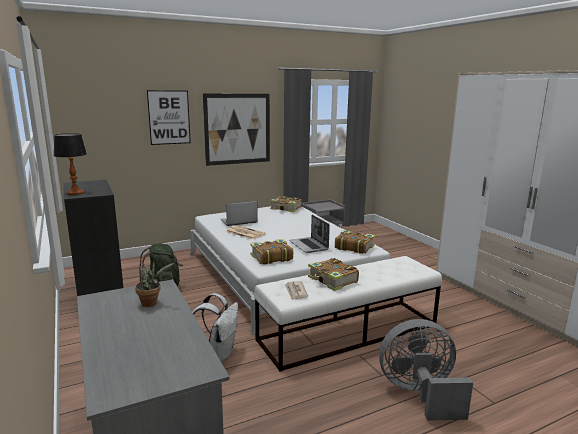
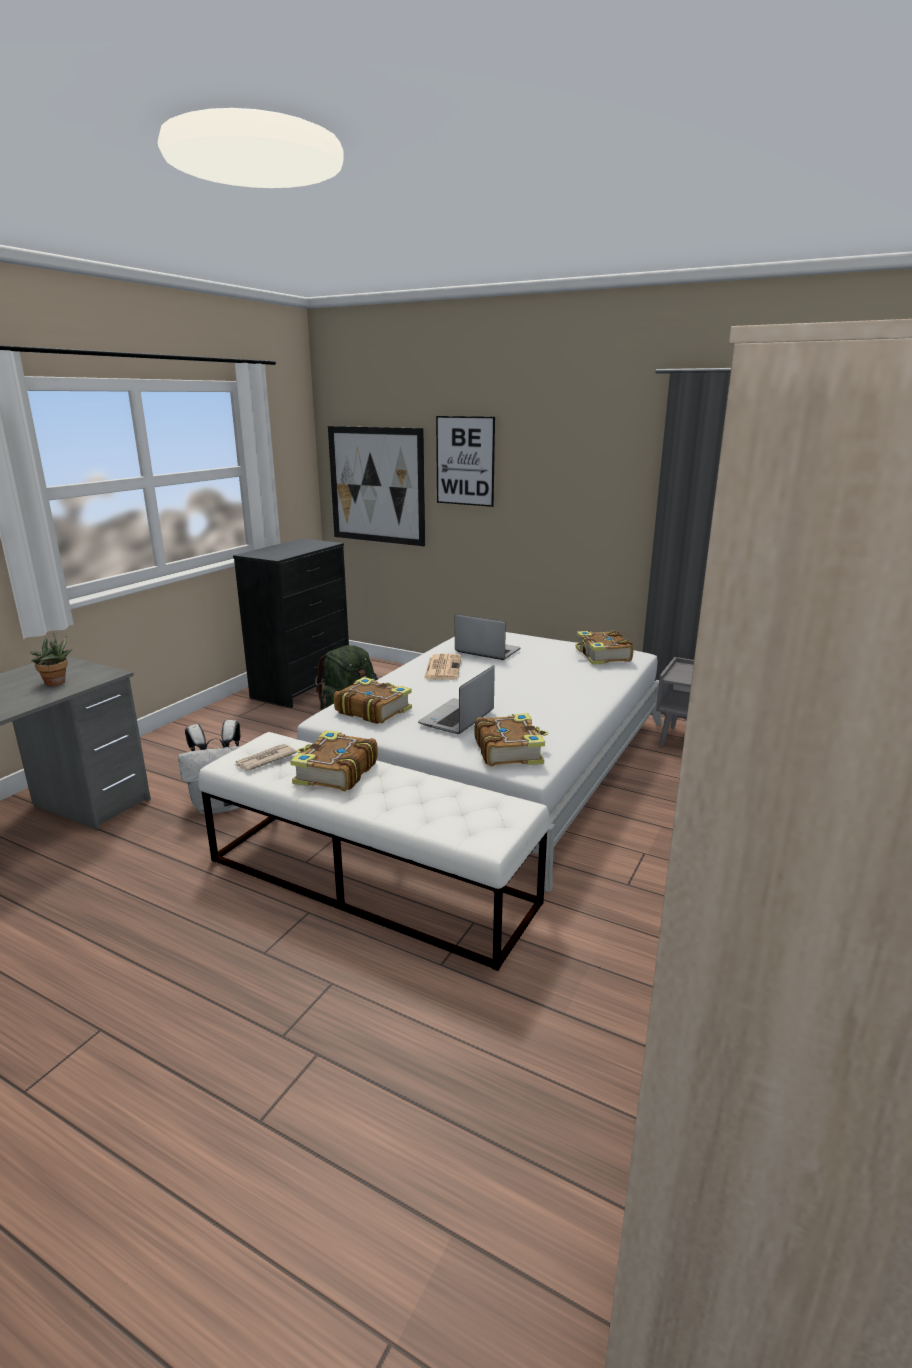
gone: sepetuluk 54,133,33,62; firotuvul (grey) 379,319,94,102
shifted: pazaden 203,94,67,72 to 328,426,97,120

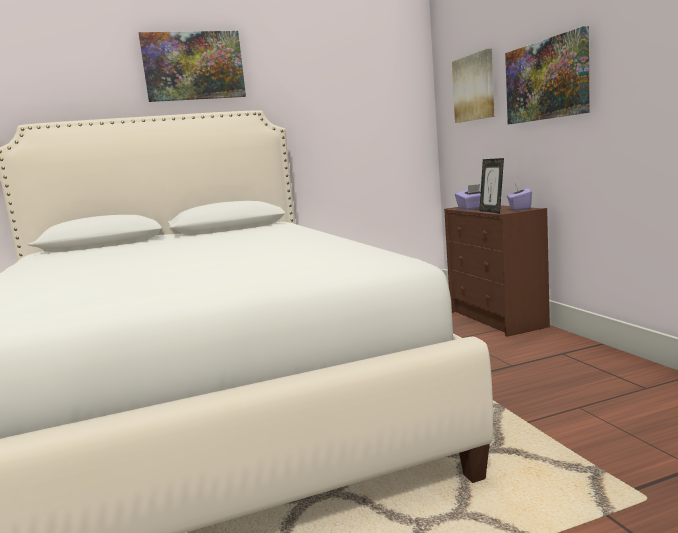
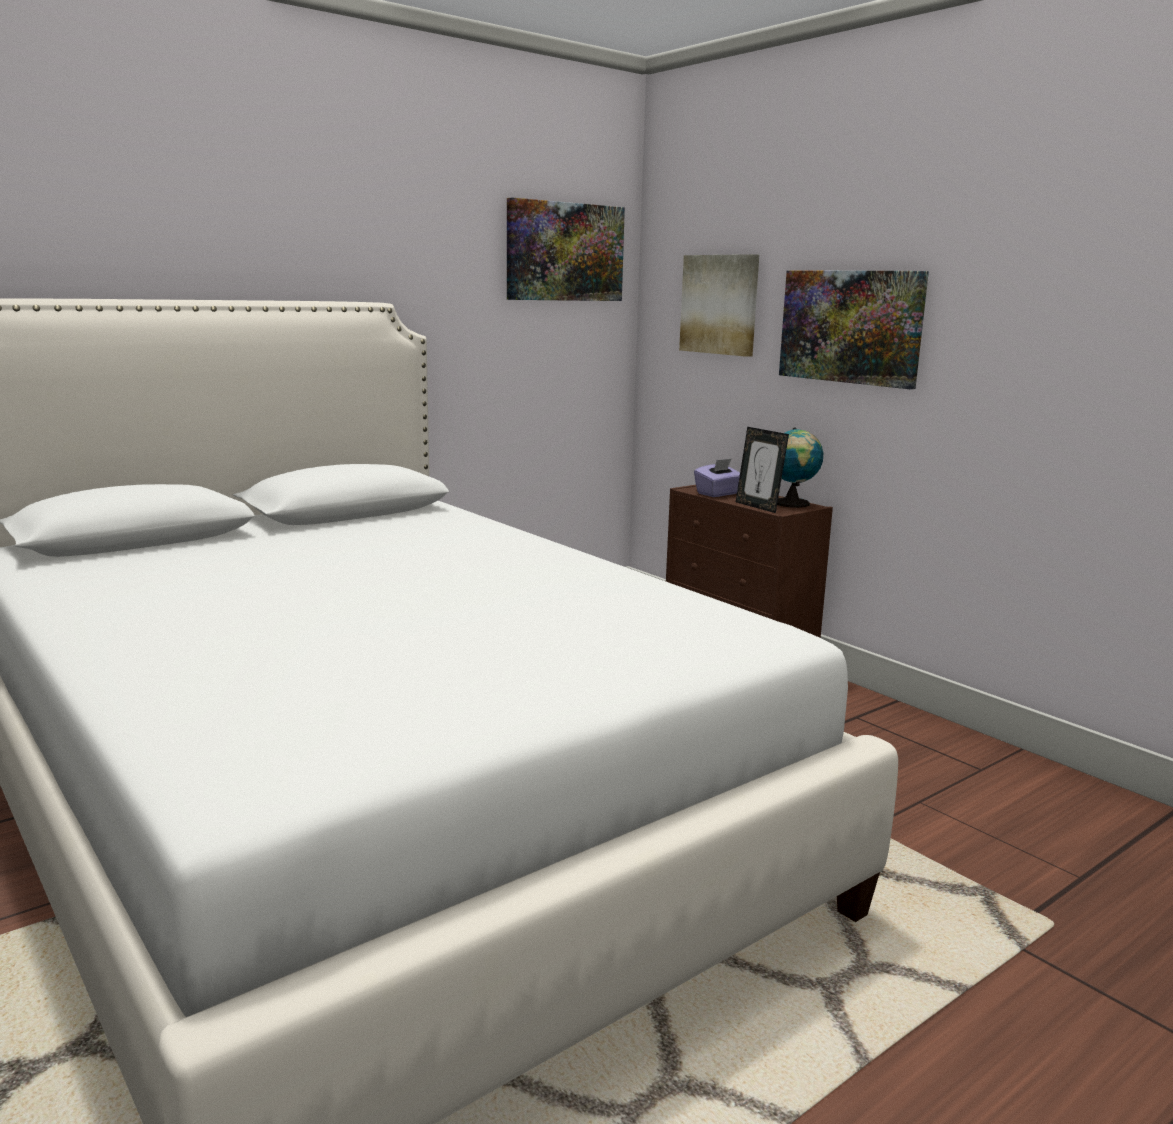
shifted: pazaden 139,31,107,71 to 507,198,118,103
swapped: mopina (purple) 507,184,25,27 to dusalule 777,427,46,81

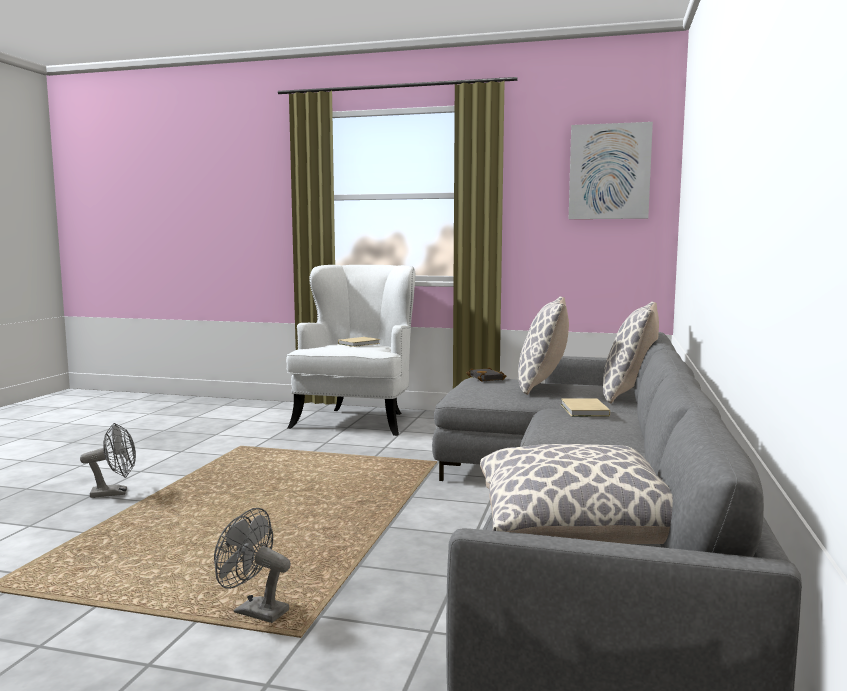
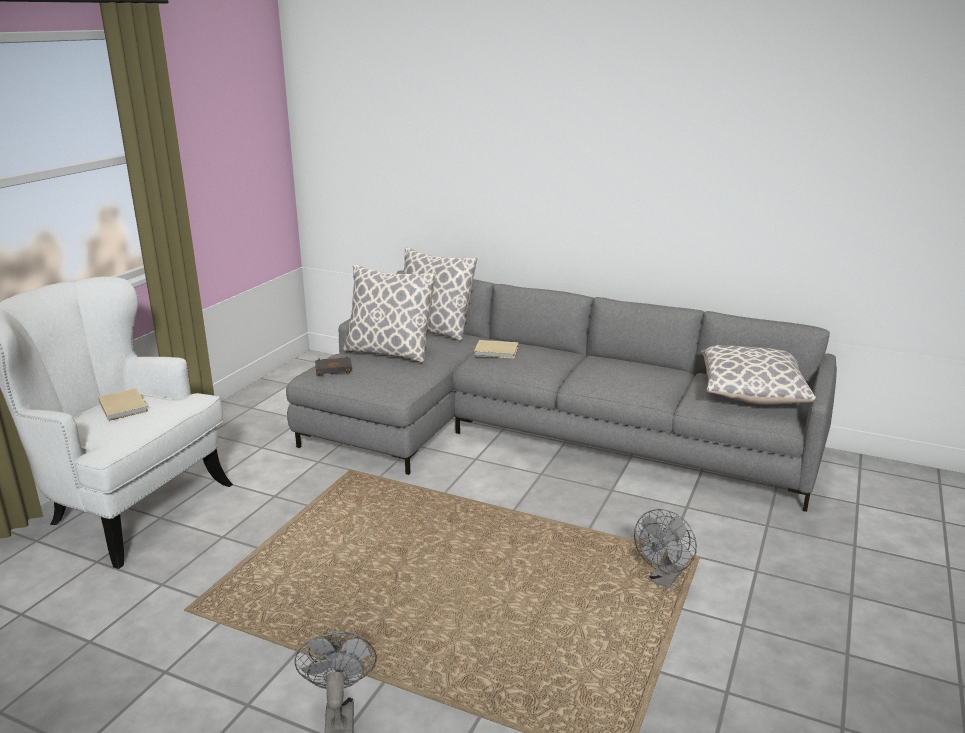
gone: pazaden 569,122,84,97

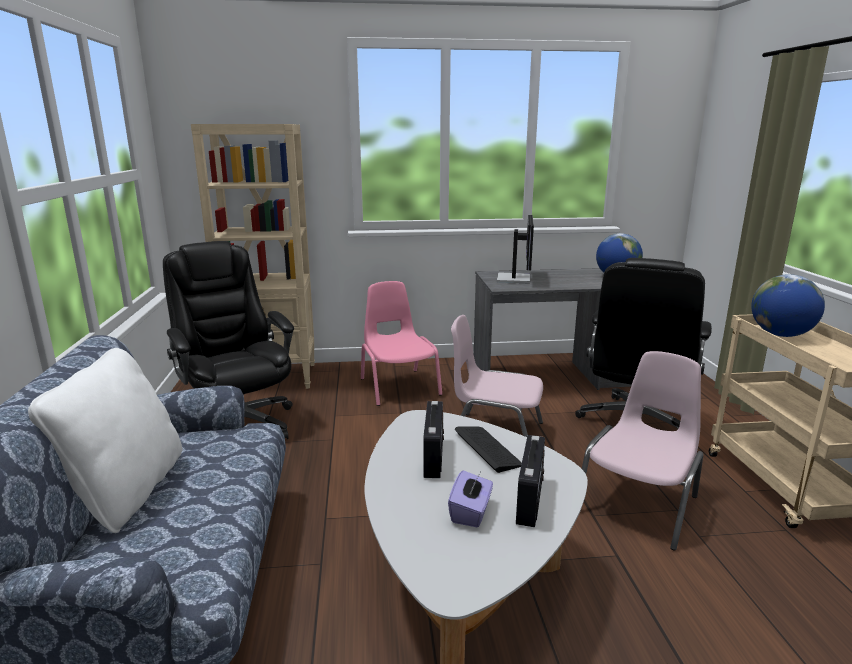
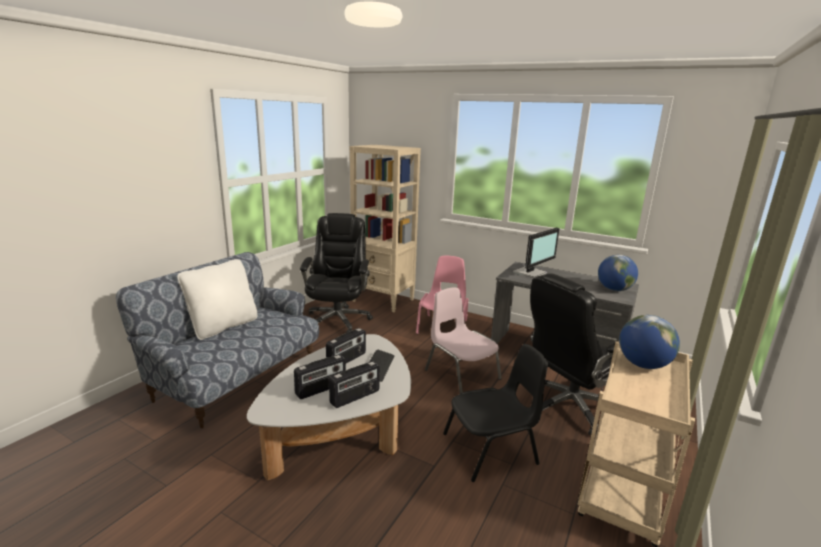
swapped: mopina (purple) 448,470,45,57 to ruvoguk 294,354,52,45
repainted: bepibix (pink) 582,351,121,200 to bepibix (black) 443,344,105,138

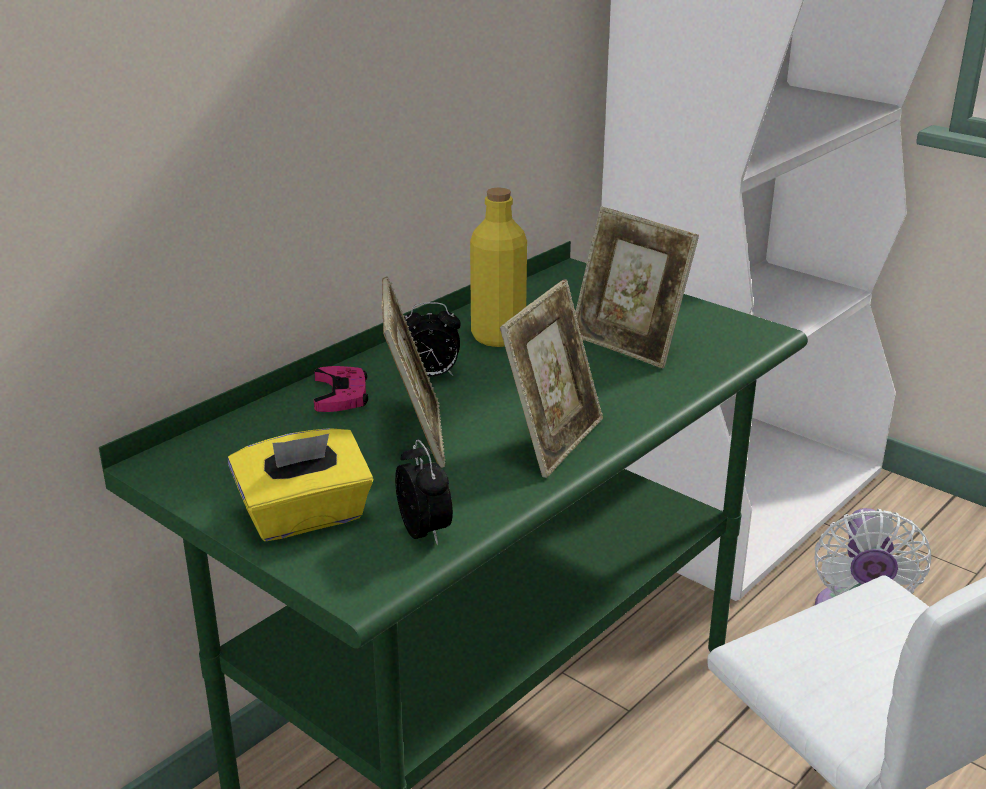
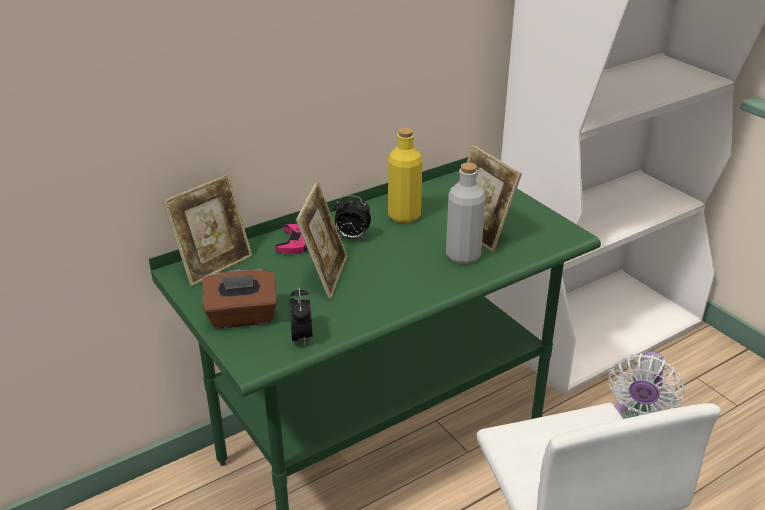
new: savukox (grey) 446,163,39,101
shifted: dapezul 500,279,103,199 to 163,174,89,112
repainted: mopina (yellow) 228,428,145,113 to mopina (brown) 202,269,75,59

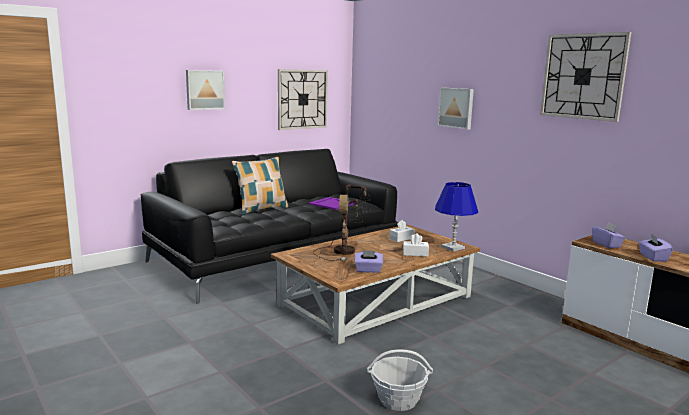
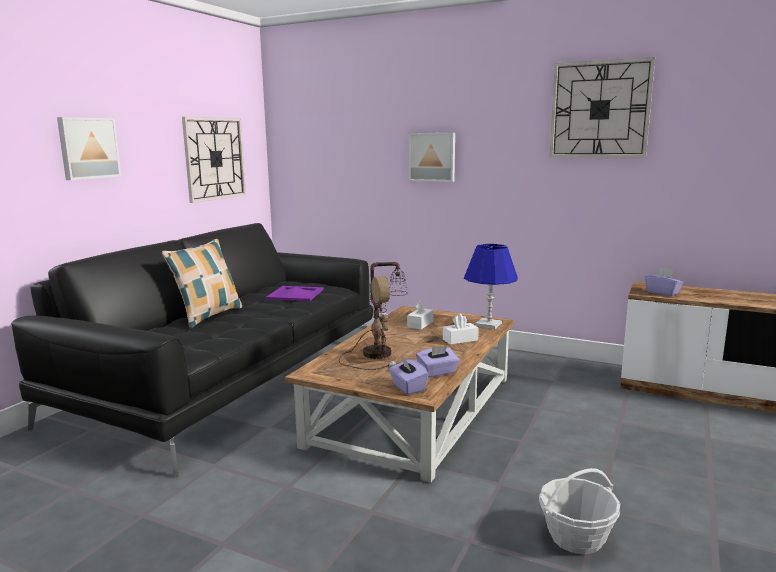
shifted: mopina (purple) 638,234,35,28 to 389,357,40,38

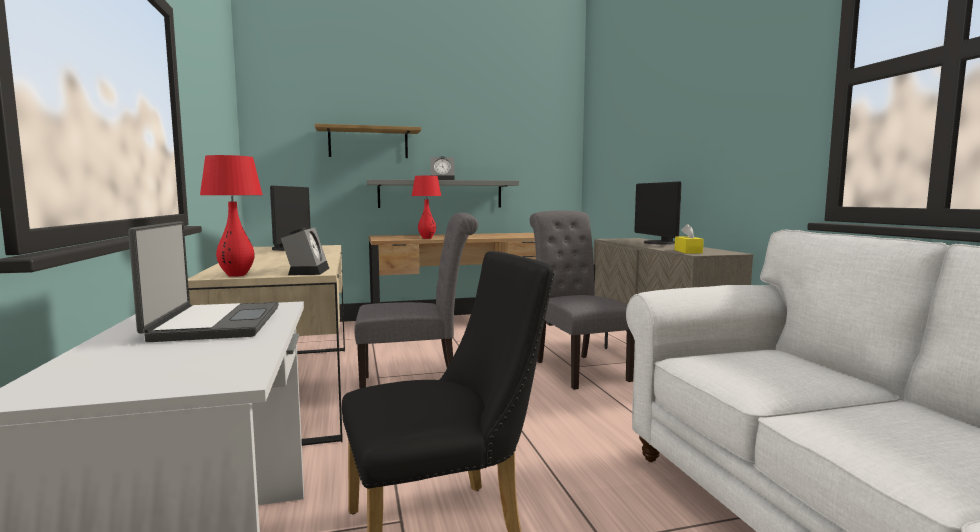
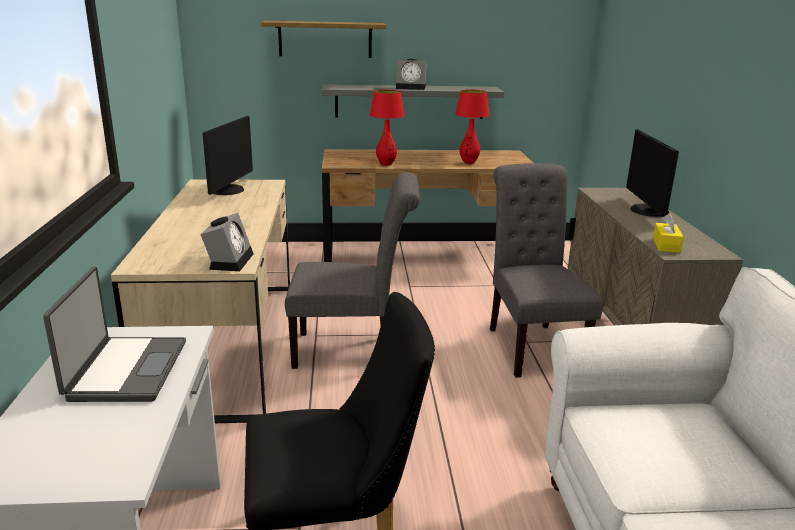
shifted: sepetuluk (red) 200,155,62,122 to 455,90,34,74

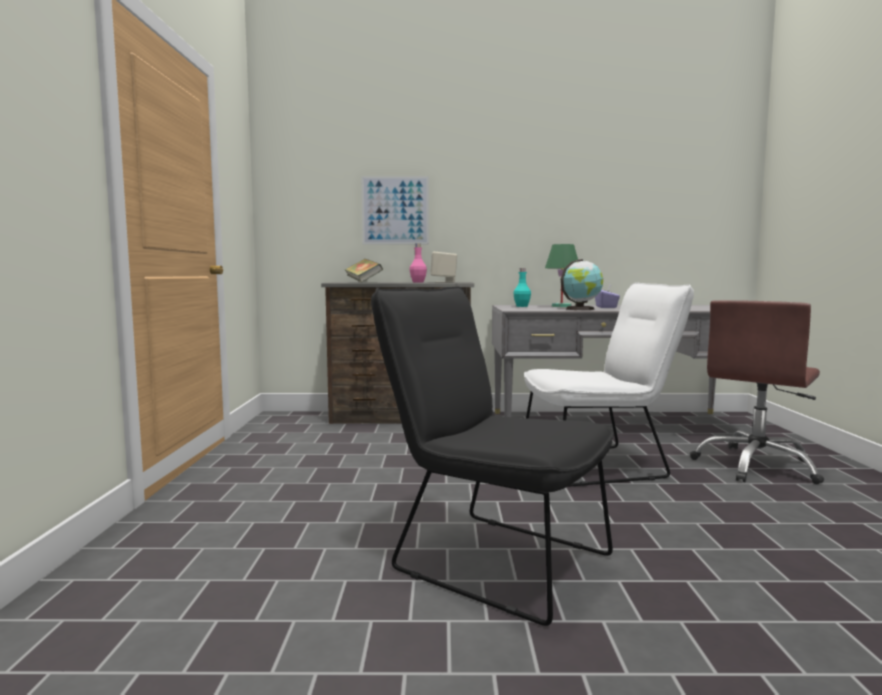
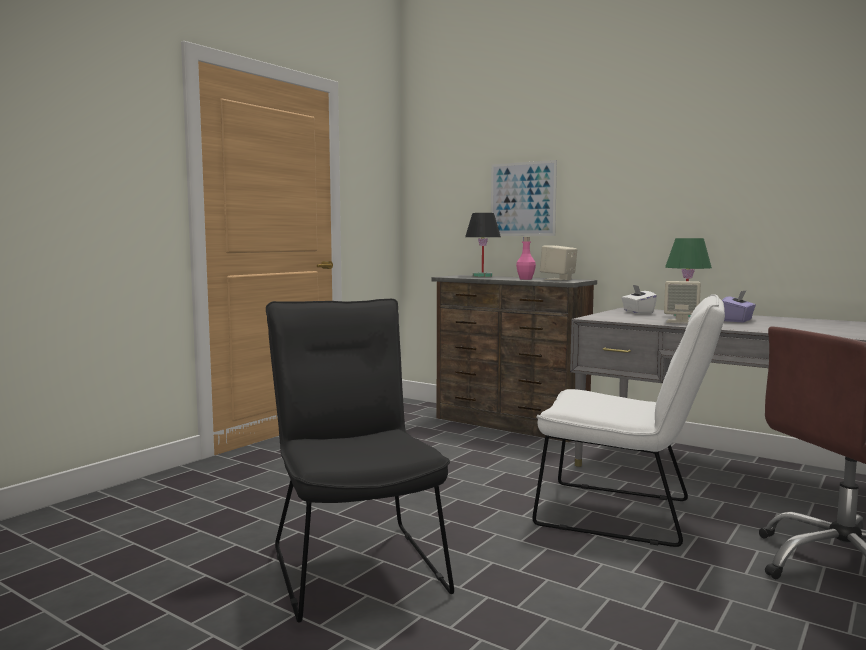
swapped: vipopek 345,259,38,23 to sepetuluk (black) 465,213,36,64; savukox (turquoise) 513,268,18,39 to mopina (white) 621,285,36,29; dusalule 561,259,42,51 to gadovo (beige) 664,281,37,43

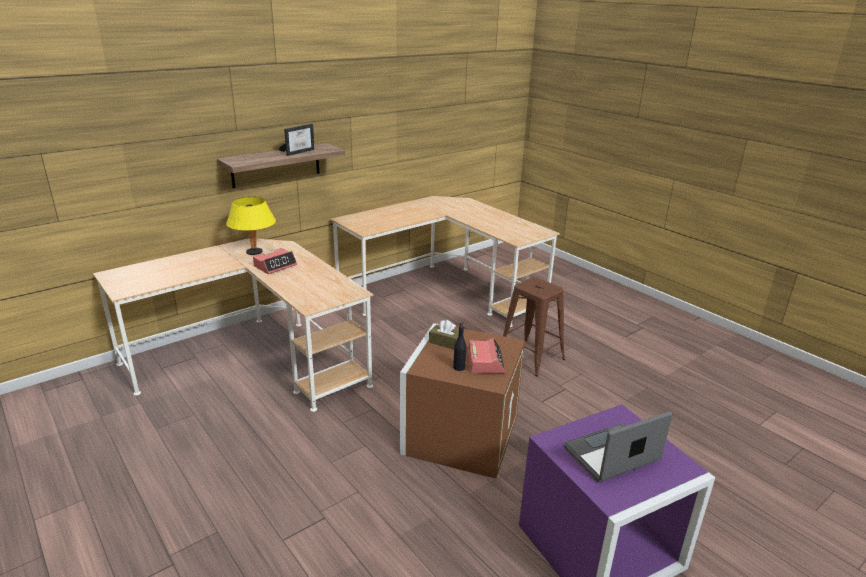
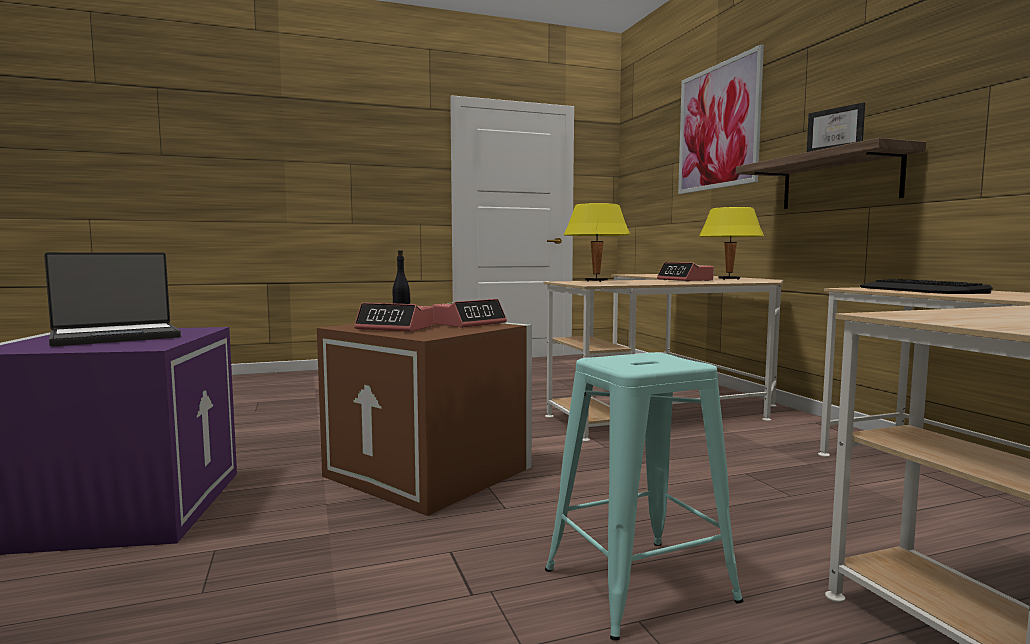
new: sepetuluk (yellow) 564,203,66,79; pazaden 678,44,86,150; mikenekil 860,279,133,15
swapped: mopina (brown) 429,320,30,29 to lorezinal 432,299,75,28
repainted: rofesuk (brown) 503,277,62,99 to rofesuk (turquoise) 545,352,198,288
rotated: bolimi 563,411,110,71 = 44,252,137,94 60 degrees clockwise

